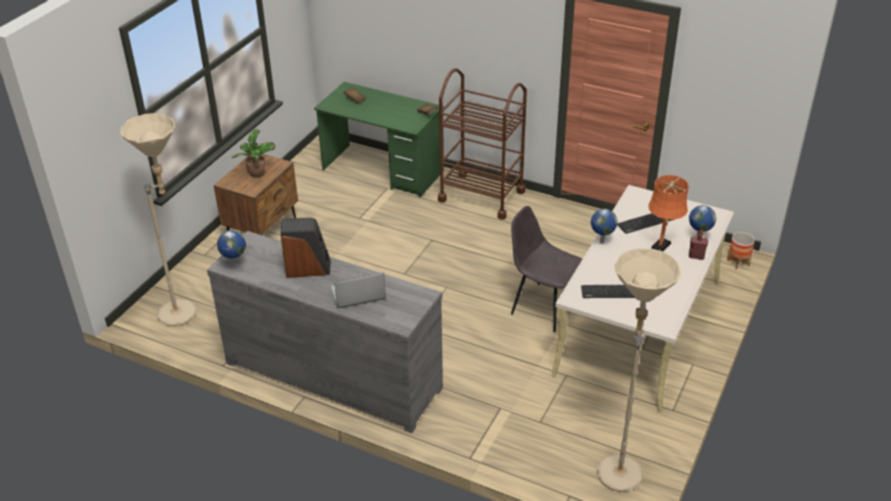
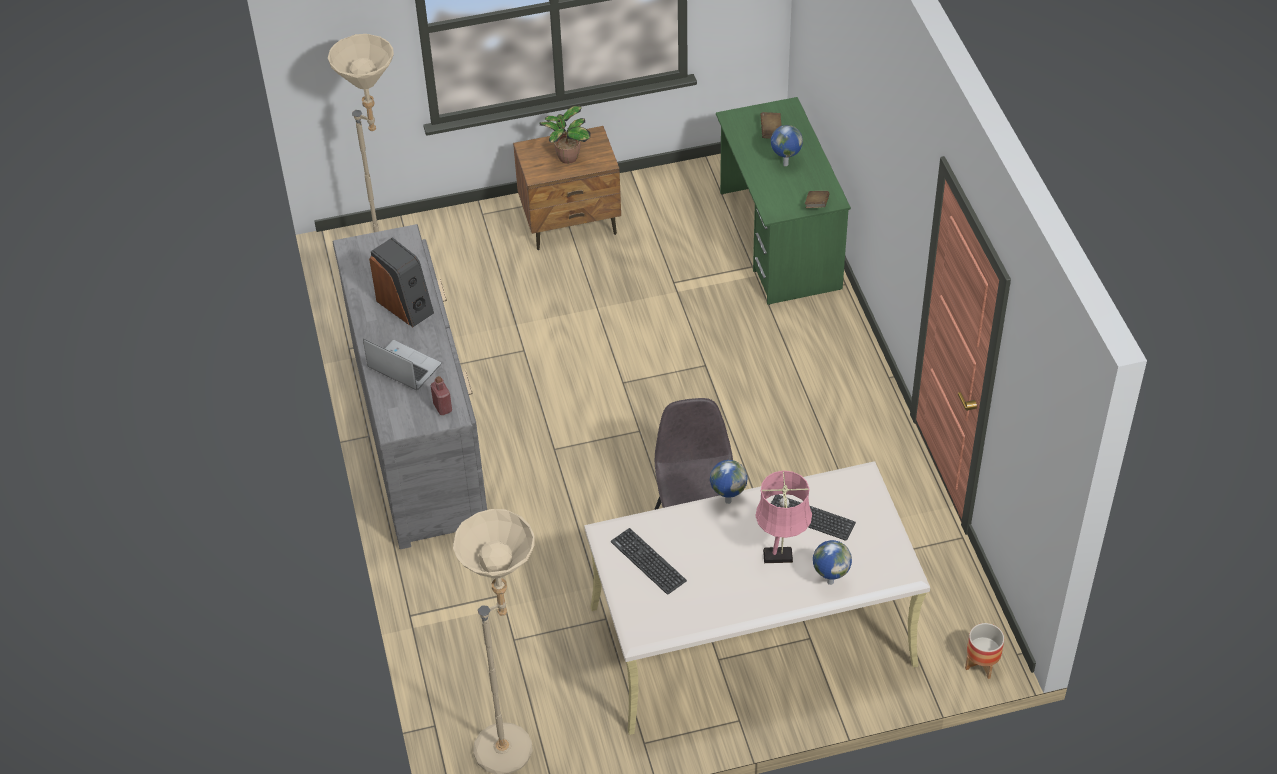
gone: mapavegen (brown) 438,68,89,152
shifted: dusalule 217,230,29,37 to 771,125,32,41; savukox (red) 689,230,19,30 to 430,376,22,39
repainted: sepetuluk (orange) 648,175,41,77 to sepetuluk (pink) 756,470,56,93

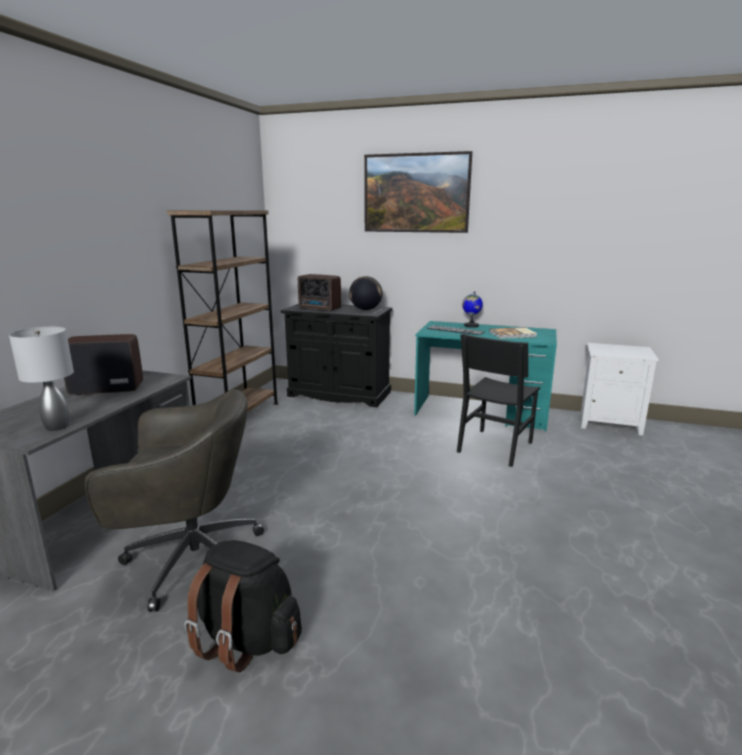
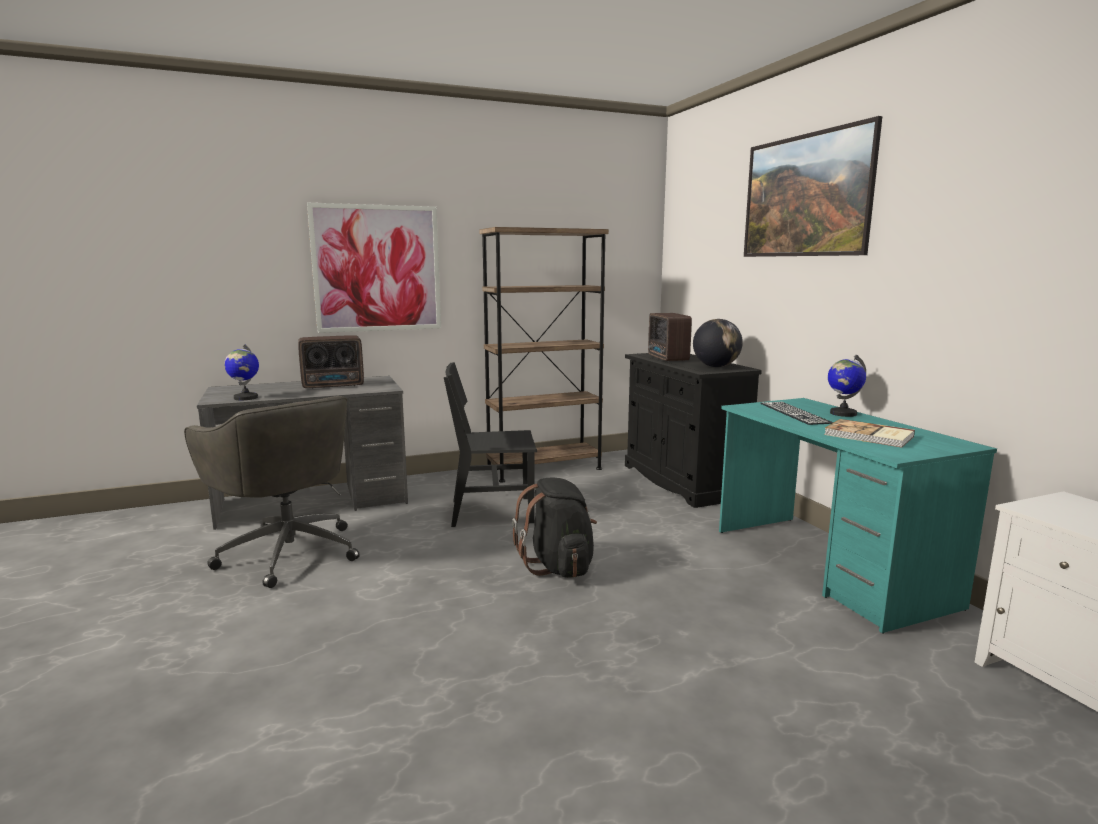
new: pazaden 307,203,134,130
shifted: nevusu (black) 184,540,118,133 to 512,477,85,101; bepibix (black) 457,334,83,133 to 444,362,93,165
swapped: sepetuluk (grey) 9,327,65,104 to dusalule 224,344,35,56
rotated: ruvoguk 64,334,79,61 = 298,335,66,54 120 degrees clockwise

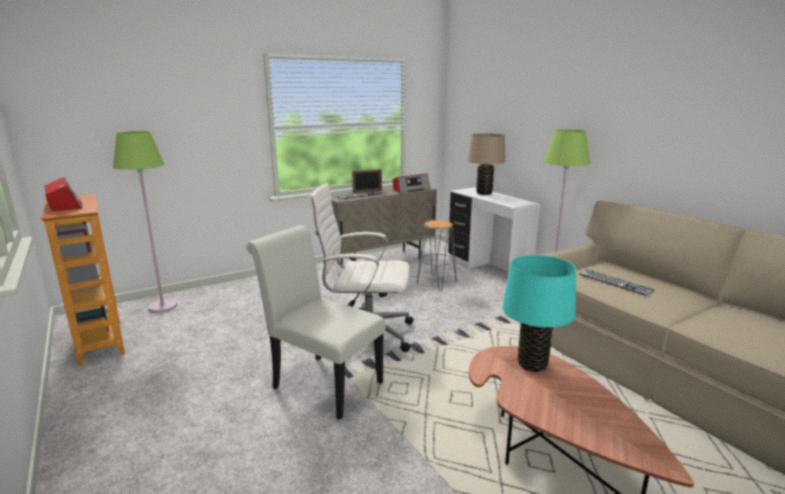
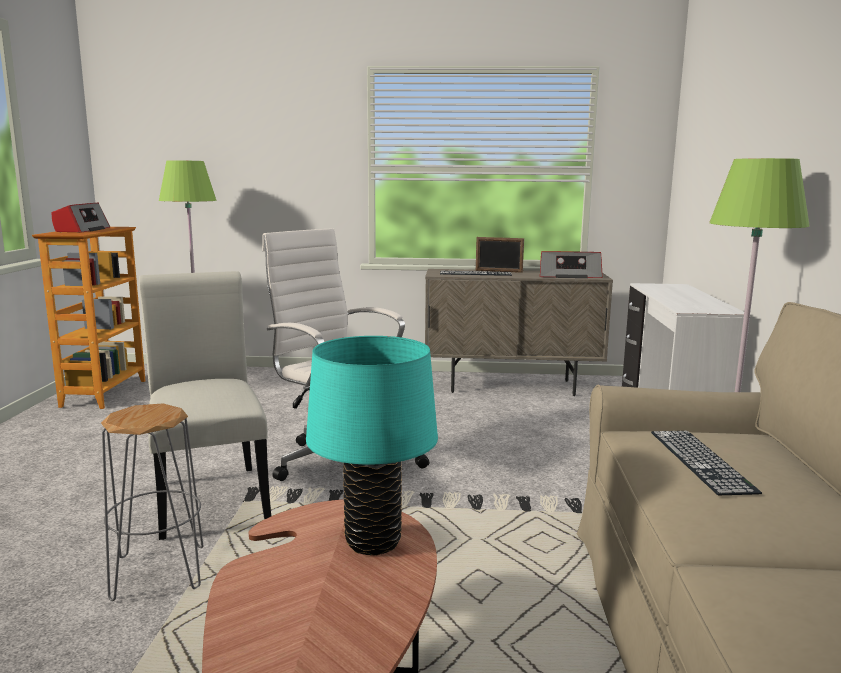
gone: sepetuluk (beige) 468,133,37,62
shifted: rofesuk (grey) 417,220,40,71 to 101,403,102,198

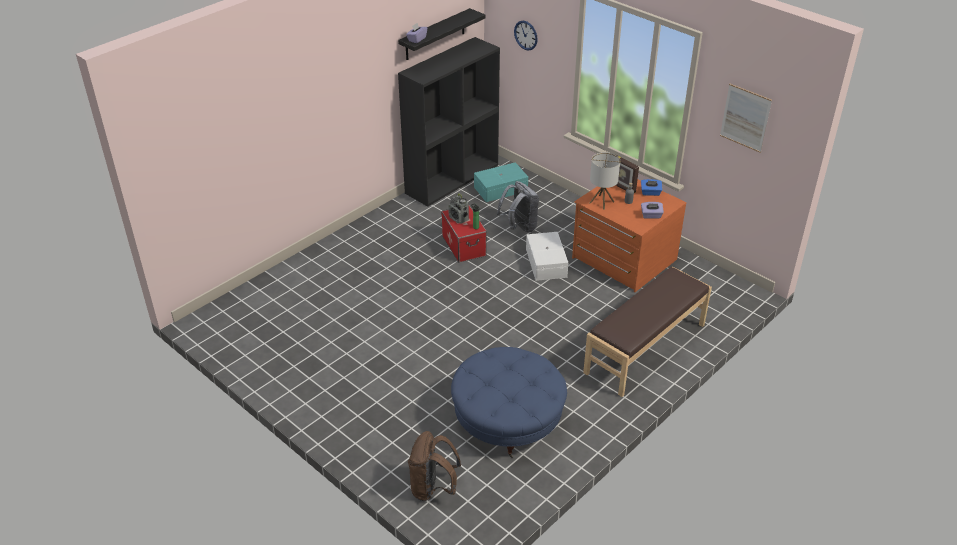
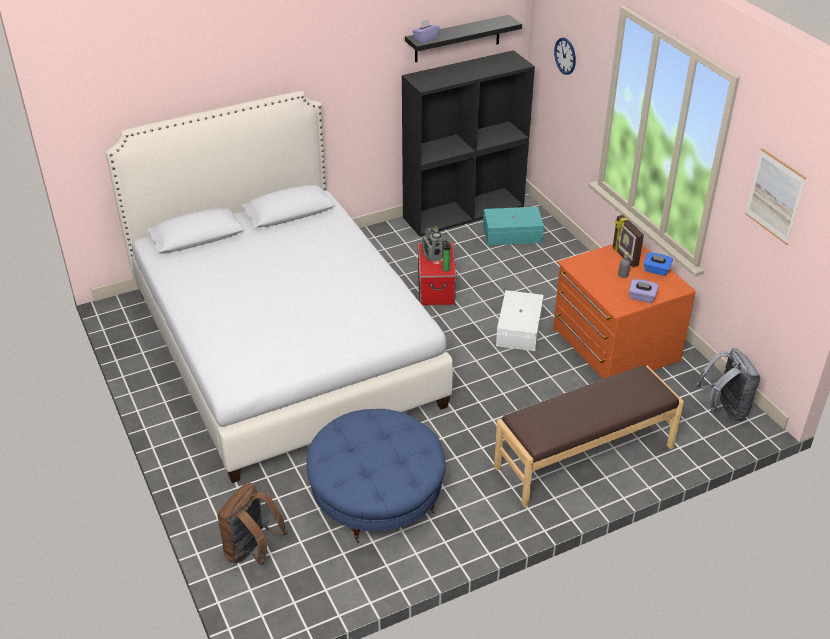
gone: sepetuluk 590,152,30,58
new: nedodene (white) 105,91,348,392
shifted: nevusu (grey) 497,181,42,52 to 696,348,64,73

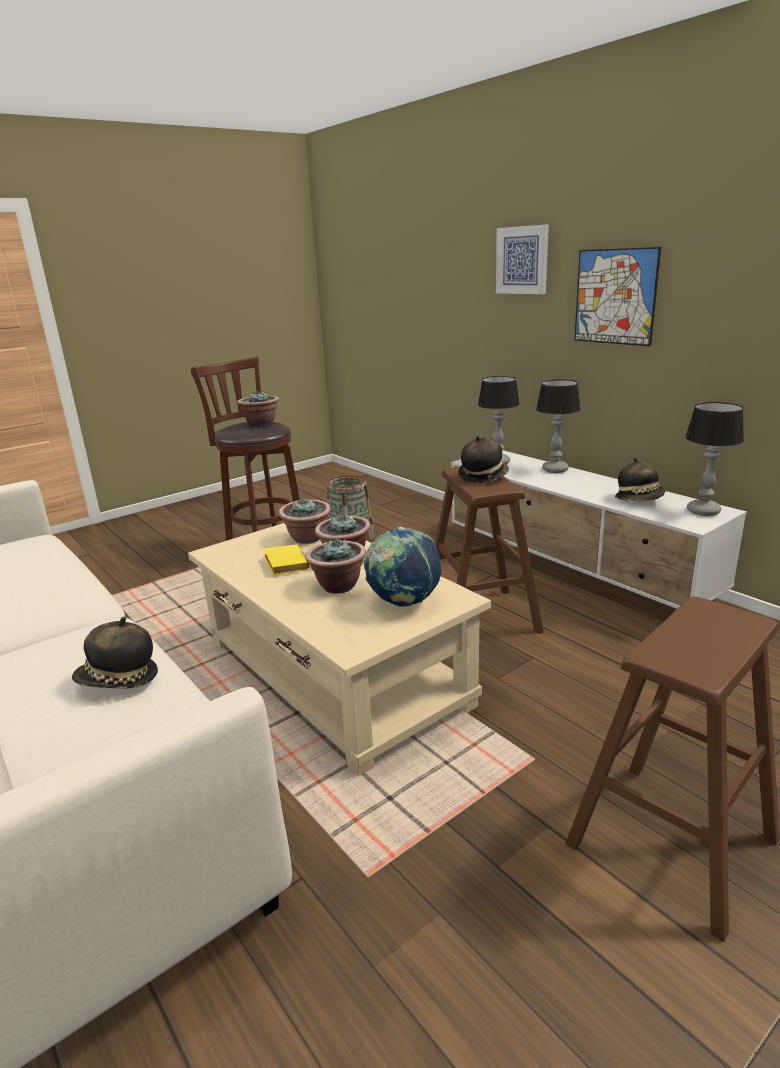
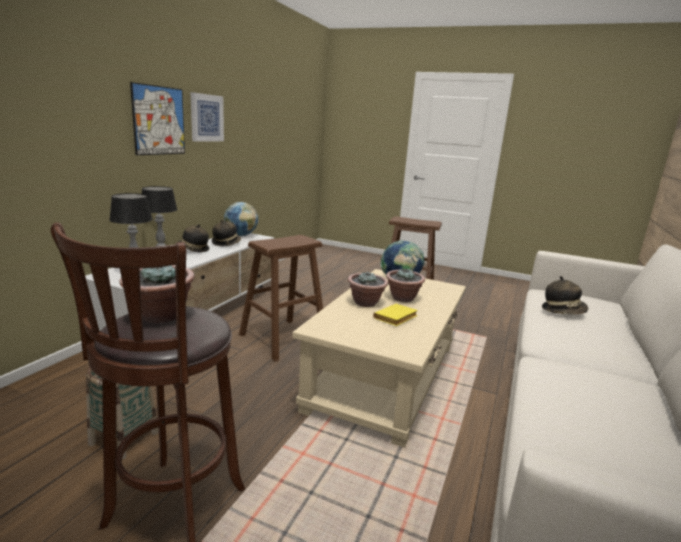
gone: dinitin 279,498,52,46
shifted: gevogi 458,436,51,47 to 178,224,31,28; pazaden 496,224,53,70 to 191,92,33,49
swapped: sepetuluk 685,402,59,114 to dusalule 224,202,34,34

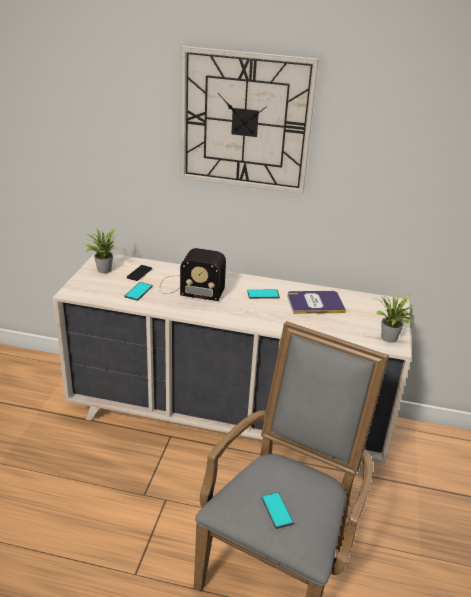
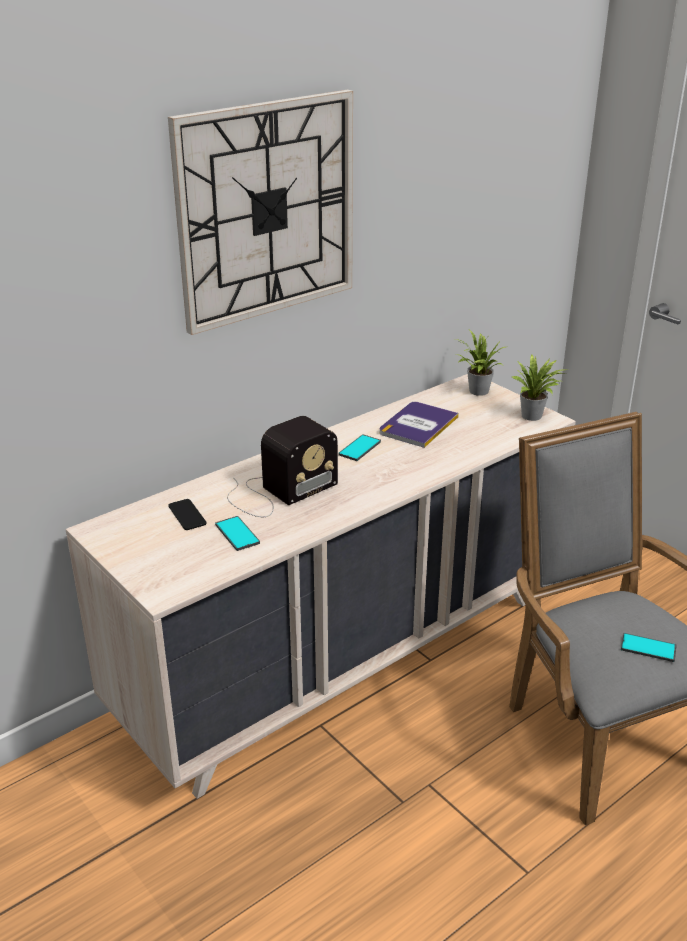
shifted: dinitin 81,227,37,46 to 455,330,50,66

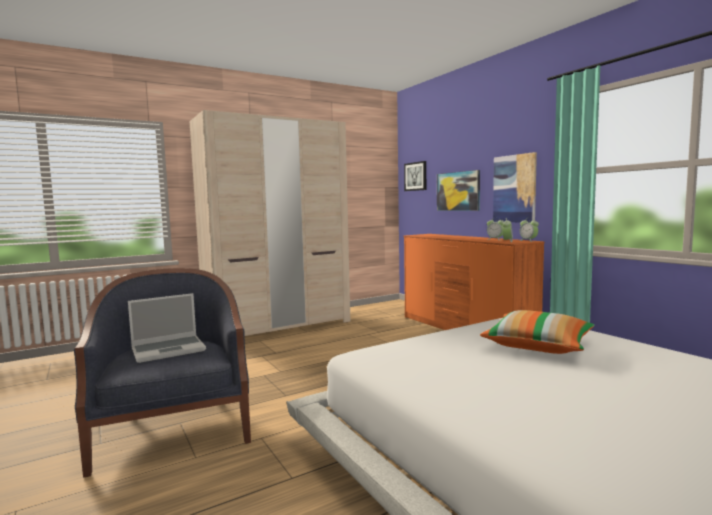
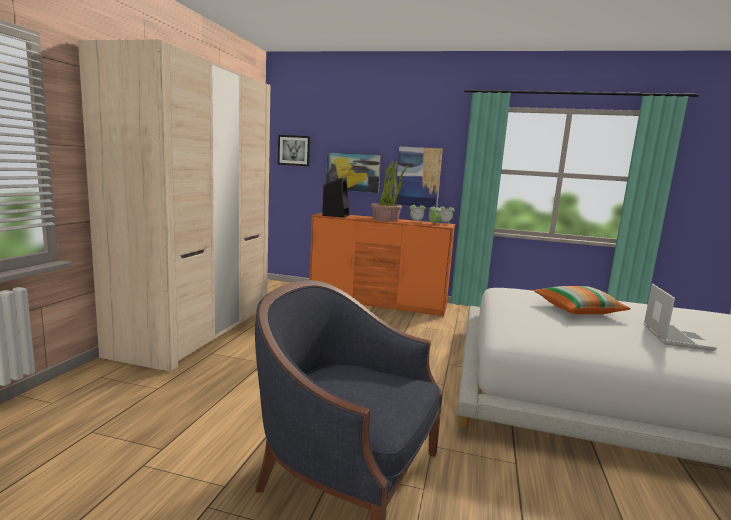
new: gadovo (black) 322,177,27,41; dinitin 371,161,38,61
shifted: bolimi 128,293,78,70 to 644,284,72,67

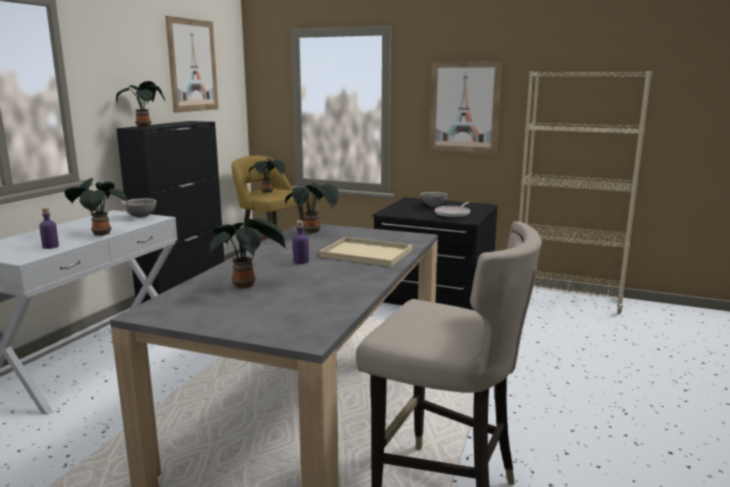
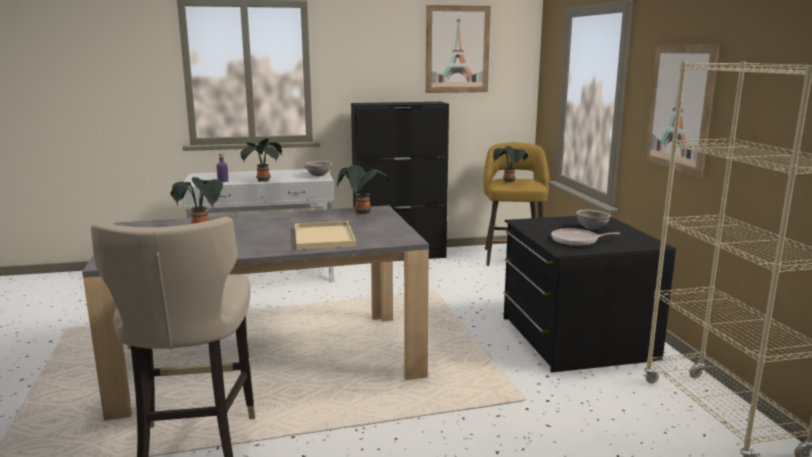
gone: dinitin 116,81,49,46; savukox (purple) 293,221,16,43

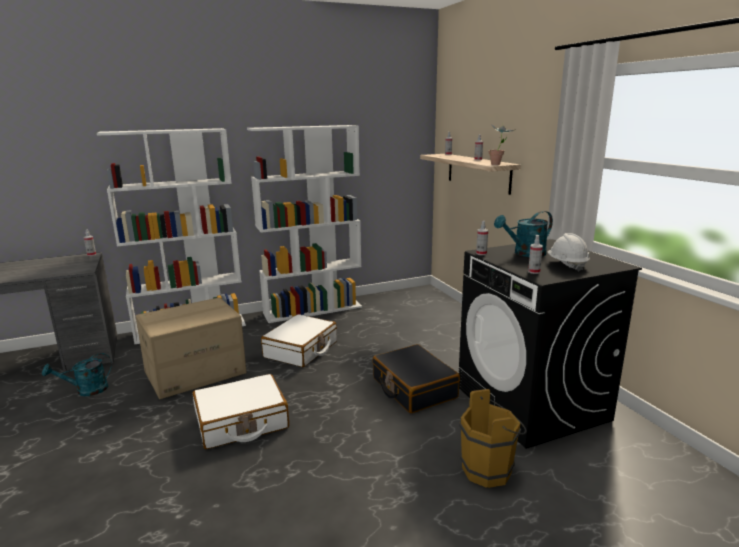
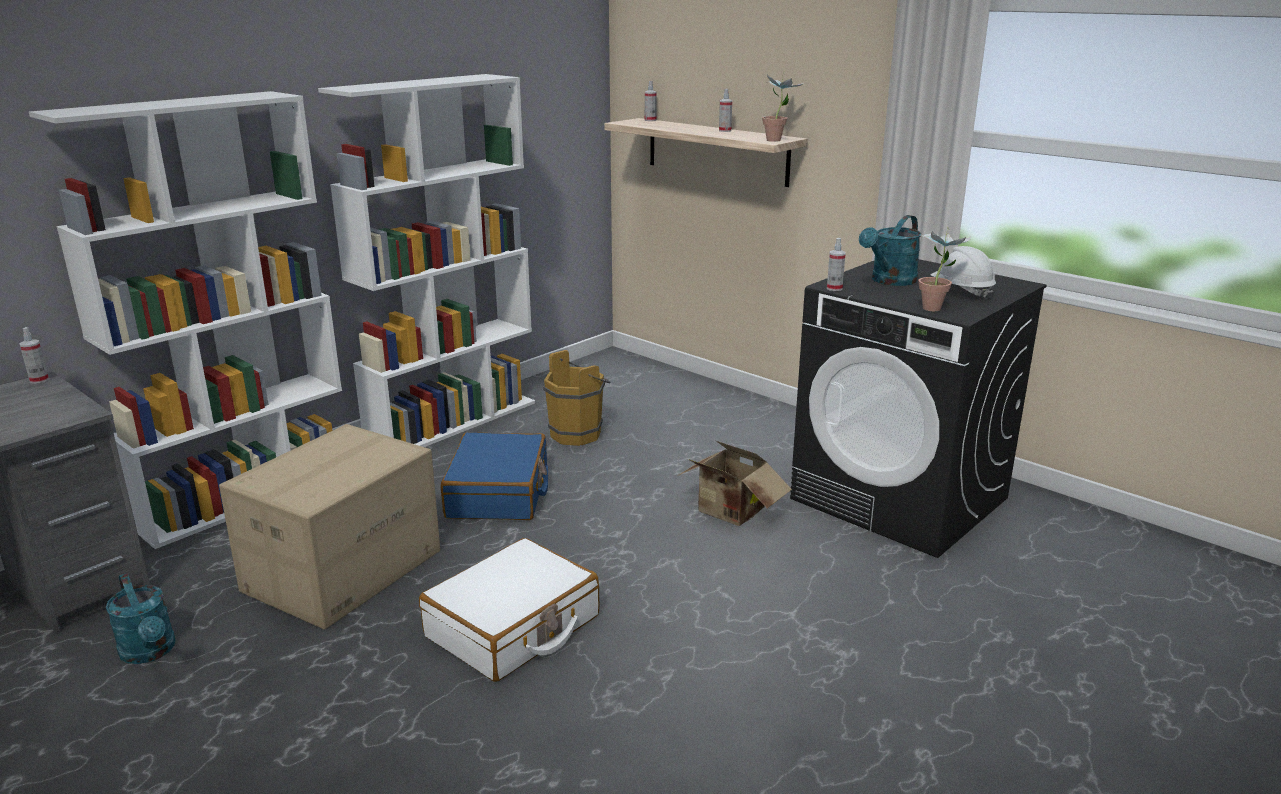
shifted: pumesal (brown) 459,389,68,99 to 543,350,68,96
swapped: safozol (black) 372,344,88,69 to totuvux 678,441,114,85; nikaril 528,235,15,39 to dinitin 918,227,53,84
repainted: safozol (white) 261,314,76,53 to safozol (blue) 441,432,107,88
rotated: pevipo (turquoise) 42,353,70,43 = 106,573,70,91 75 degrees counterclockwise

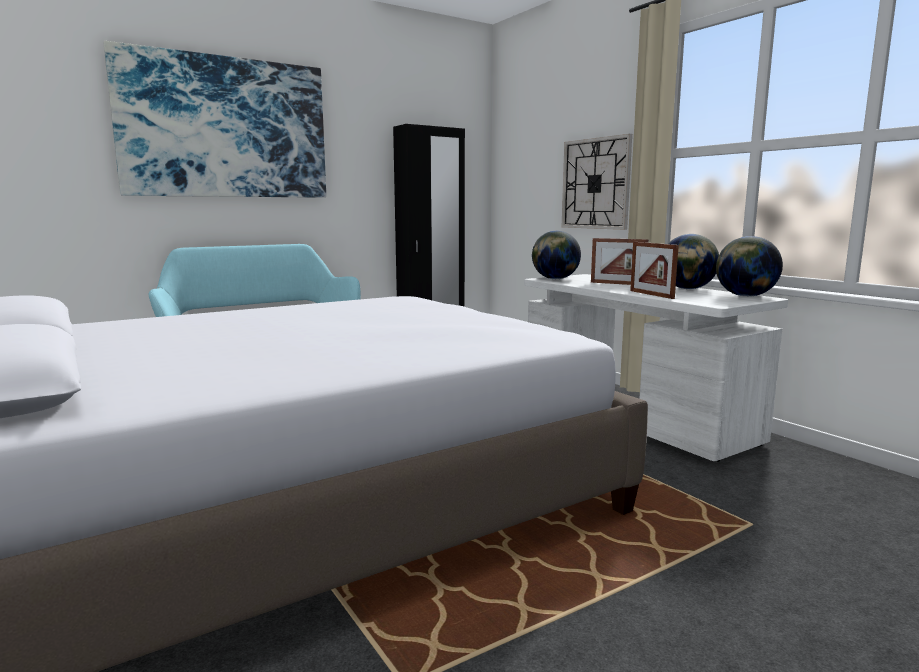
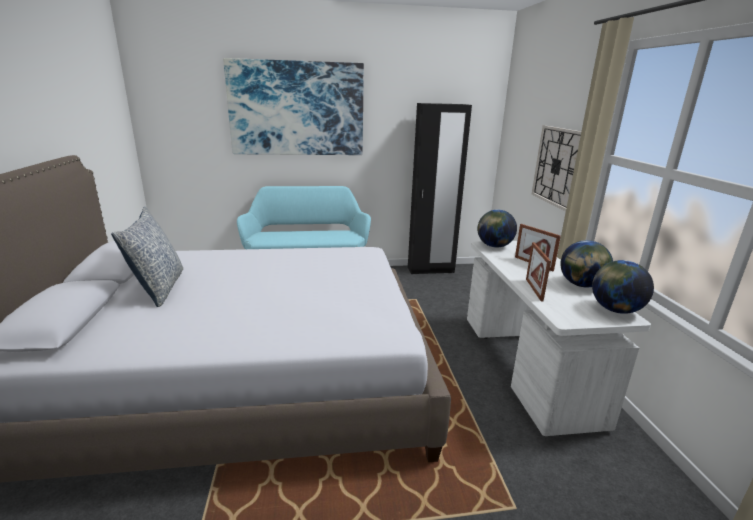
new: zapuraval 111,207,72,100

